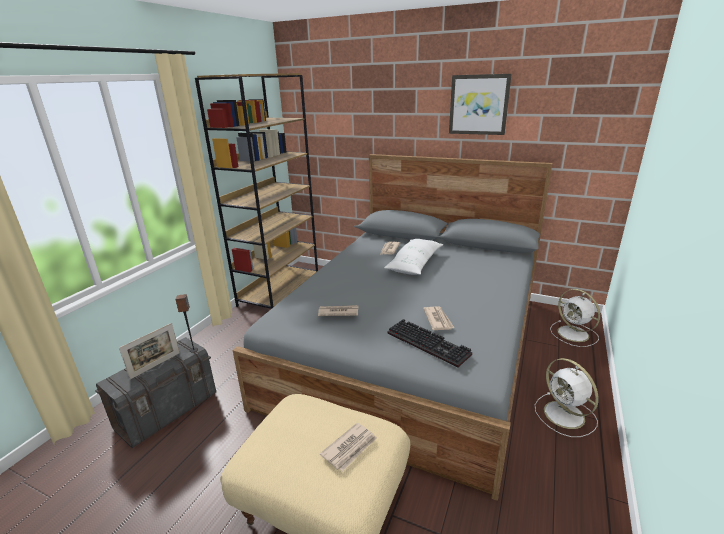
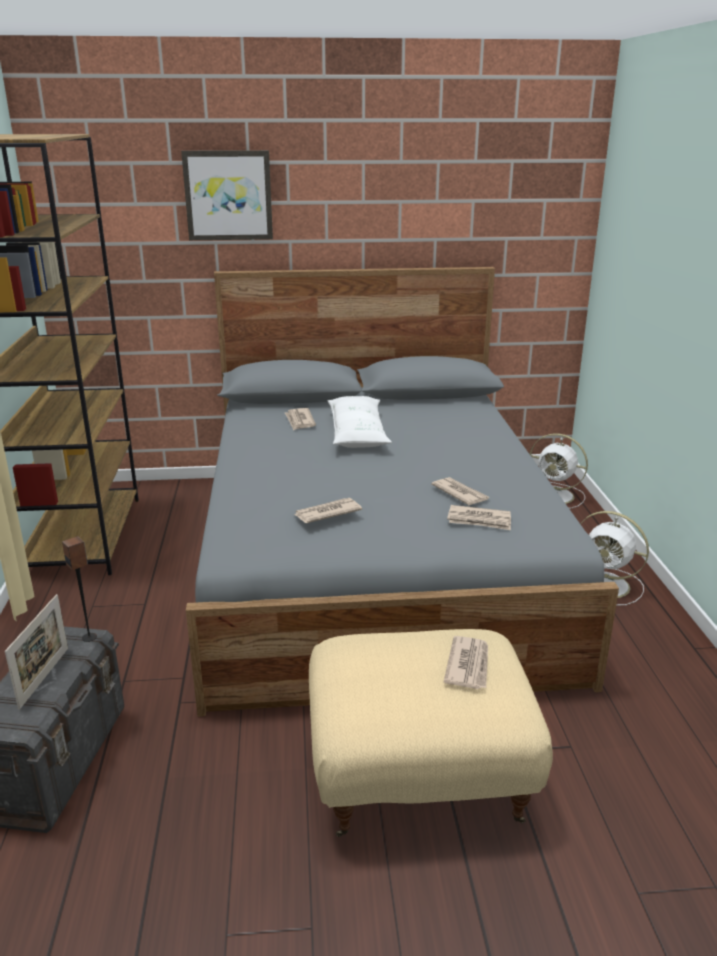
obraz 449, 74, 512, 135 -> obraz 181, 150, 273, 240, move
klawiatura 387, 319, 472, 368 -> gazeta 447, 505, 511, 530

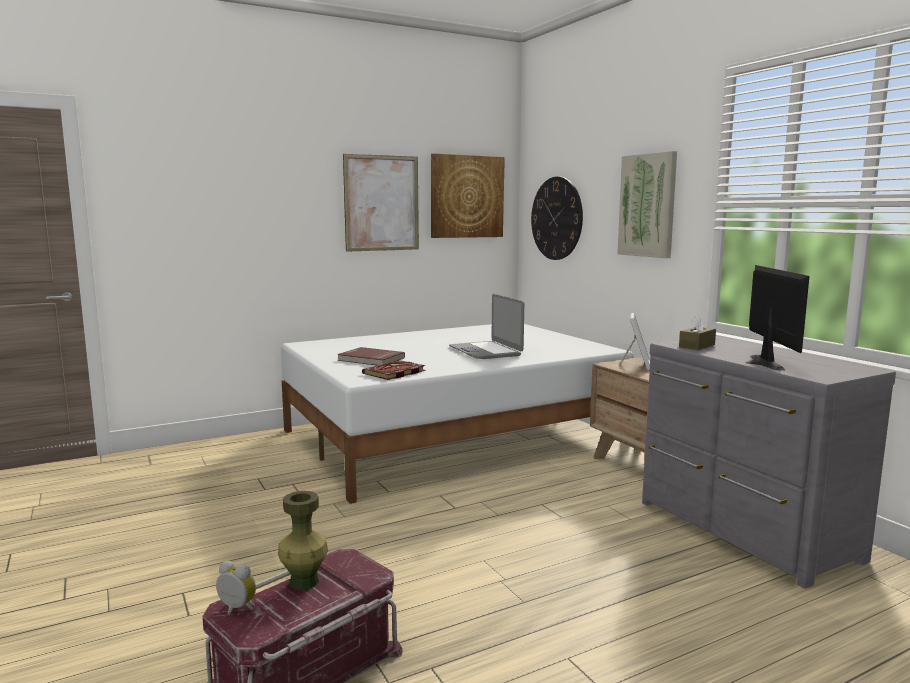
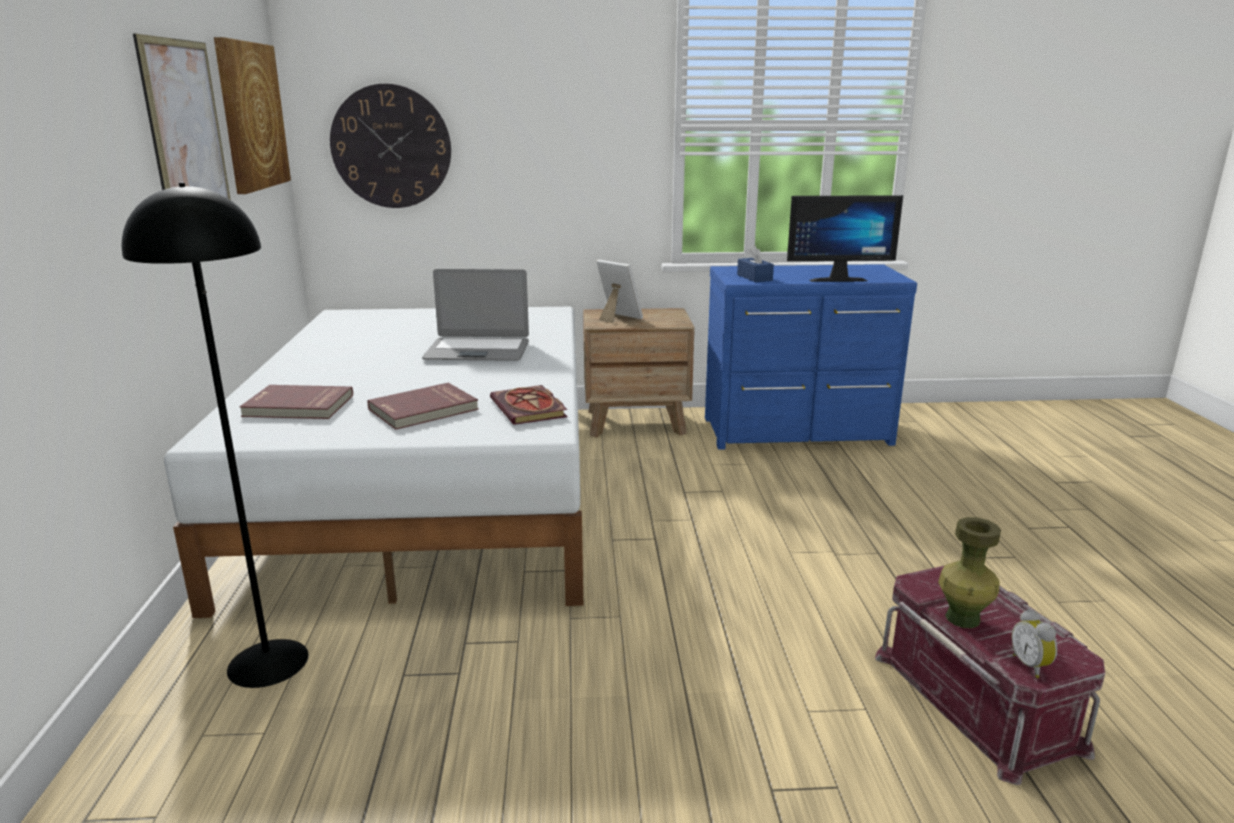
none -> lampa stojąca [czarny] 122, 183, 308, 688
none -> książka [czerwony] 239, 385, 353, 419
komoda [szary] 642, 336, 896, 589 -> komoda [niebieski] 705, 264, 917, 450
pudełko chusteczek [brązowy] 679, 314, 716, 350 -> pudełko chusteczek [niebieski] 737, 245, 774, 282
monitor 745, 265, 810, 370 -> monitor 787, 195, 903, 282, 150 degrees clockwise
budzik 216, 561, 256, 615 -> budzik 1012, 609, 1057, 678, 60 degrees counterclockwise
obraz 617, 151, 677, 258 -> none

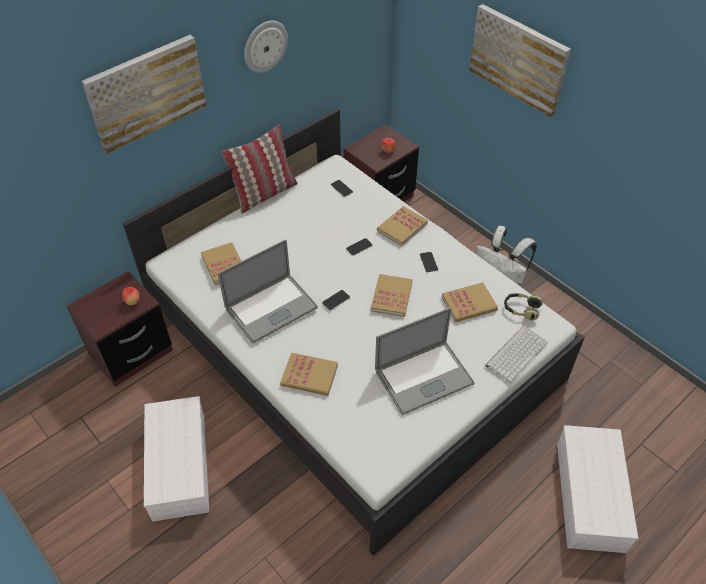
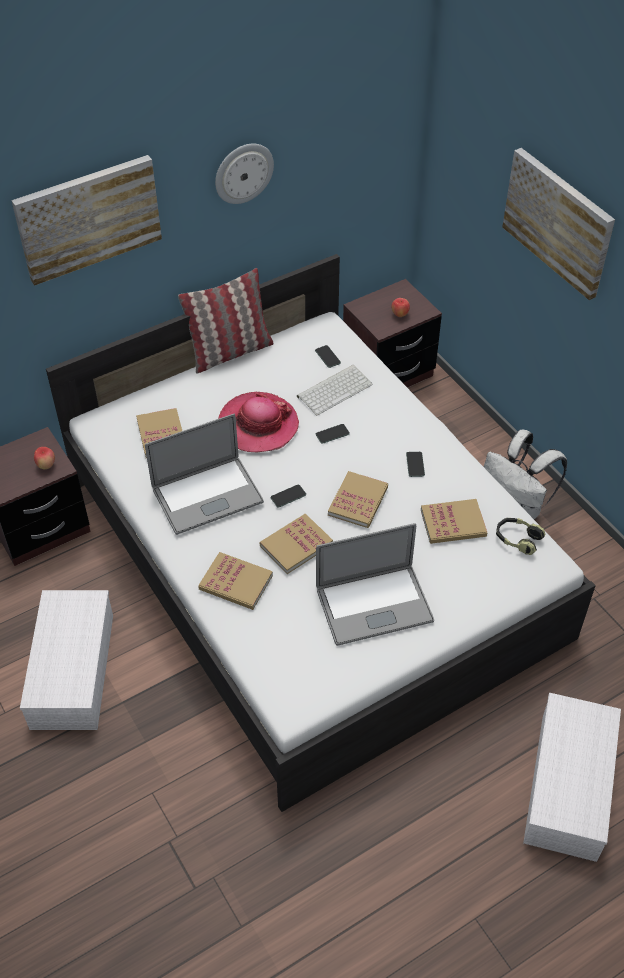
none -> kapelusz 218, 392, 299, 452
książka 377, 206, 428, 246 -> książka 259, 514, 333, 574, move
klawiatura 485, 325, 548, 383 -> klawiatura 297, 365, 373, 415, move

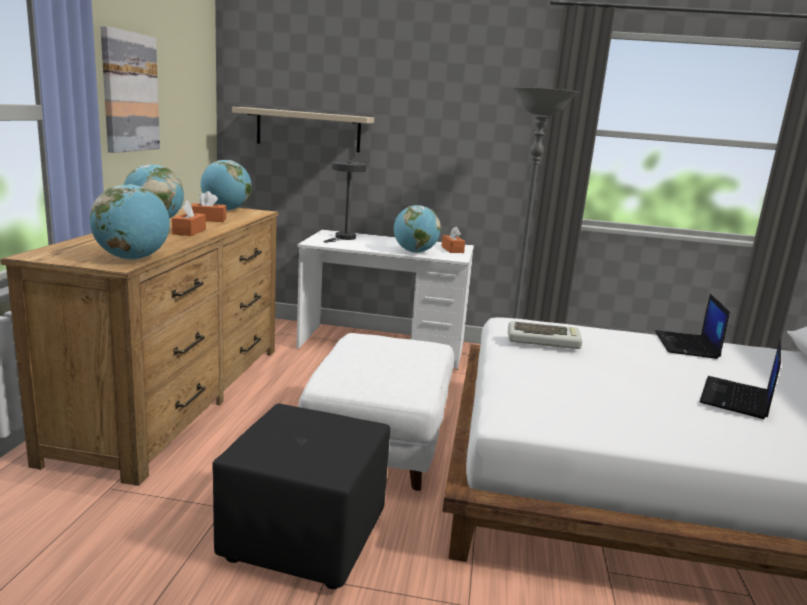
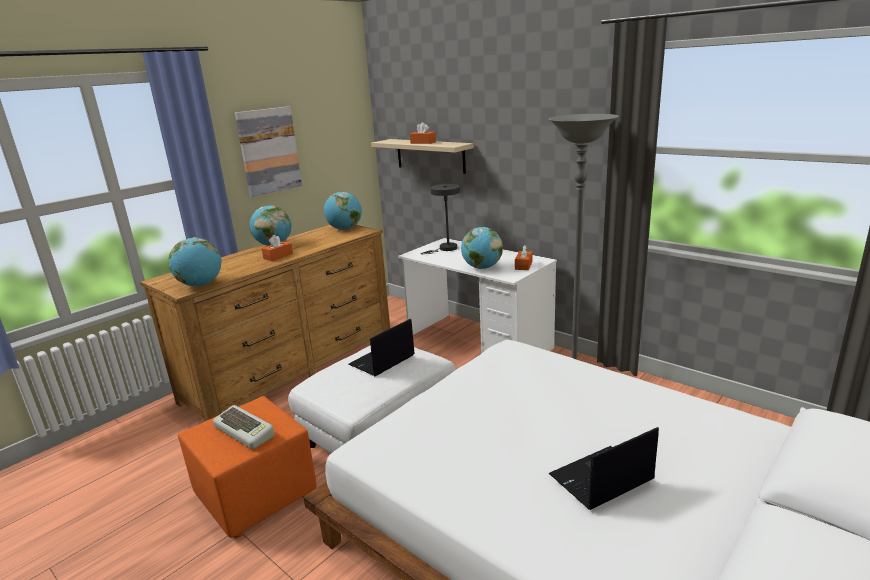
pufa [czarny] 212, 404, 390, 589 -> pufa [pomarańczowy] 178, 396, 317, 538
klawiatura 508, 321, 582, 349 -> klawiatura 213, 405, 274, 449, move
laptop 655, 294, 730, 359 -> laptop 348, 319, 415, 376, move
pudełko chusteczek [pomarańczowy] 191, 191, 226, 222 -> pudełko chusteczek [pomarańczowy] 410, 123, 436, 144, move

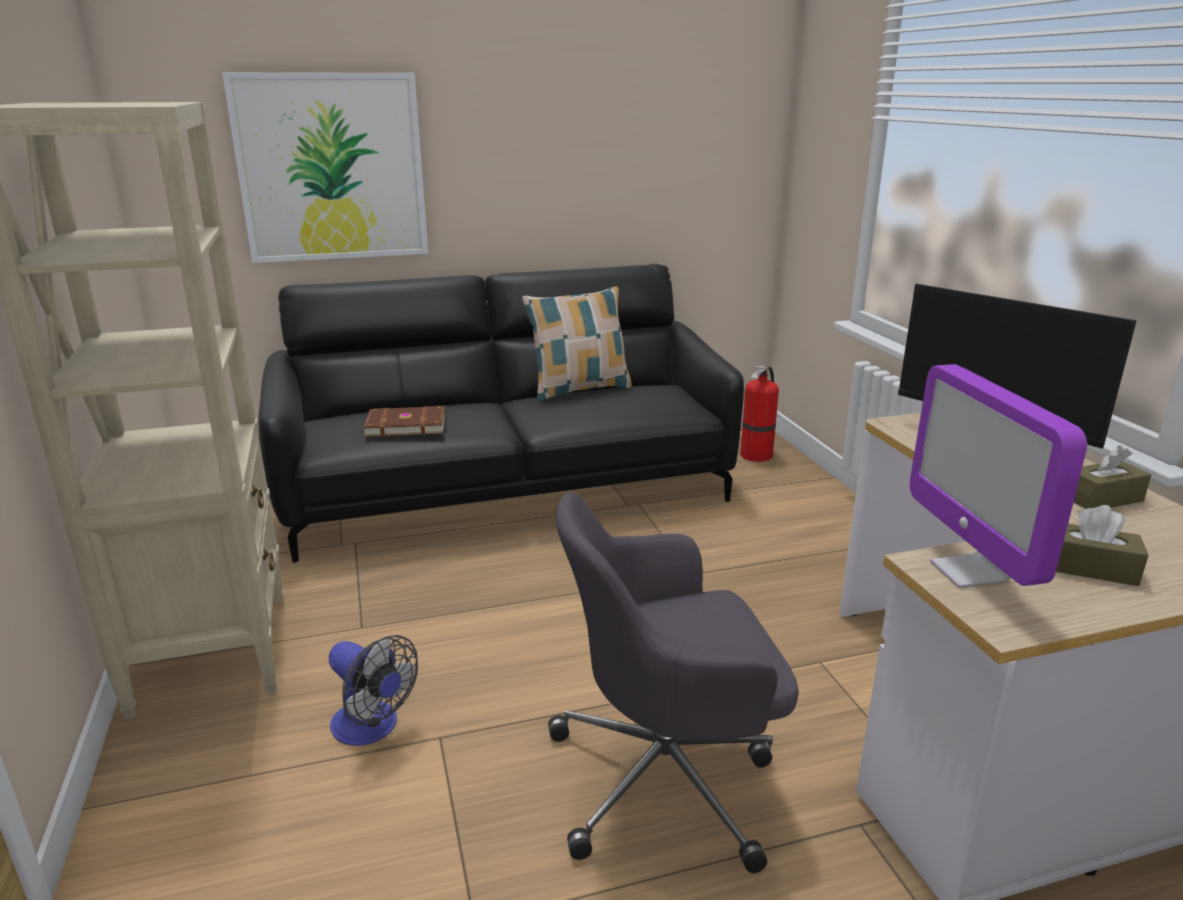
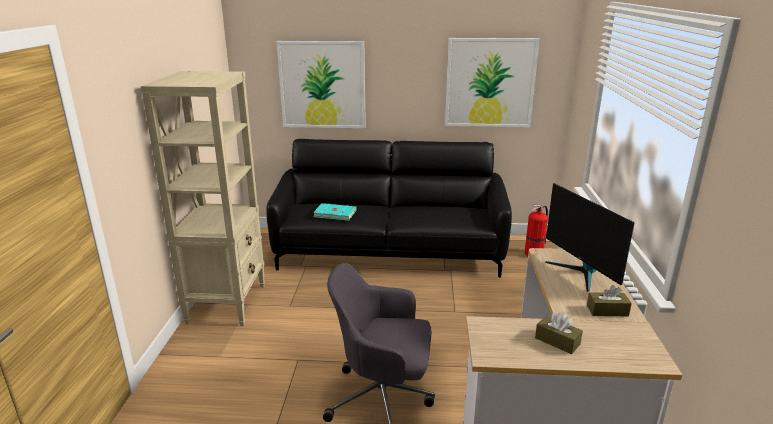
książka [brązowy] 363, 406, 446, 437 -> książka [turkusowy] 313, 203, 357, 221
none -> obraz 445, 38, 540, 127
wentylator 329, 635, 418, 746 -> none
poduszka 522, 287, 632, 402 -> none
monitor 910, 364, 1087, 588 -> none

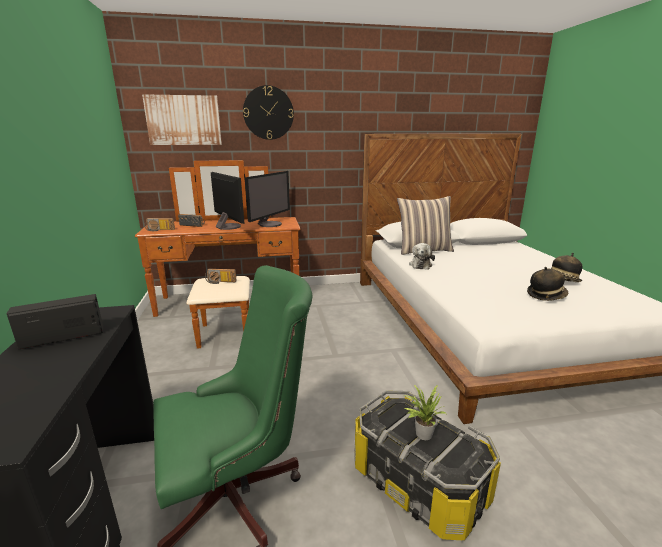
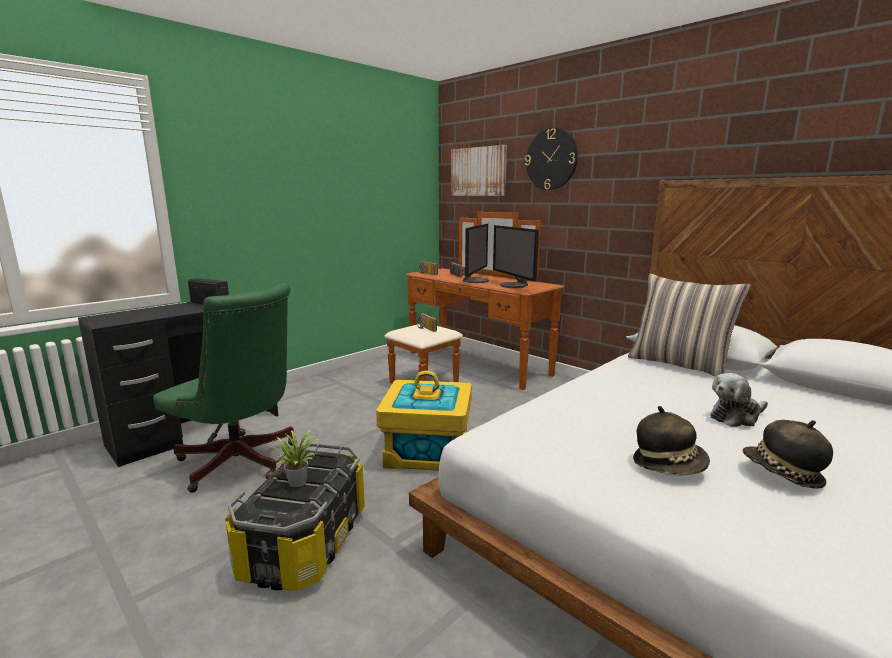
none -> pojemnik do przechowywania [żółty] 376, 371, 472, 471
monitor 245, 171, 290, 227 -> monitor 493, 225, 539, 288, 75 degrees clockwise
pluszak 409, 243, 435, 270 -> pluszak 710, 373, 768, 427, move

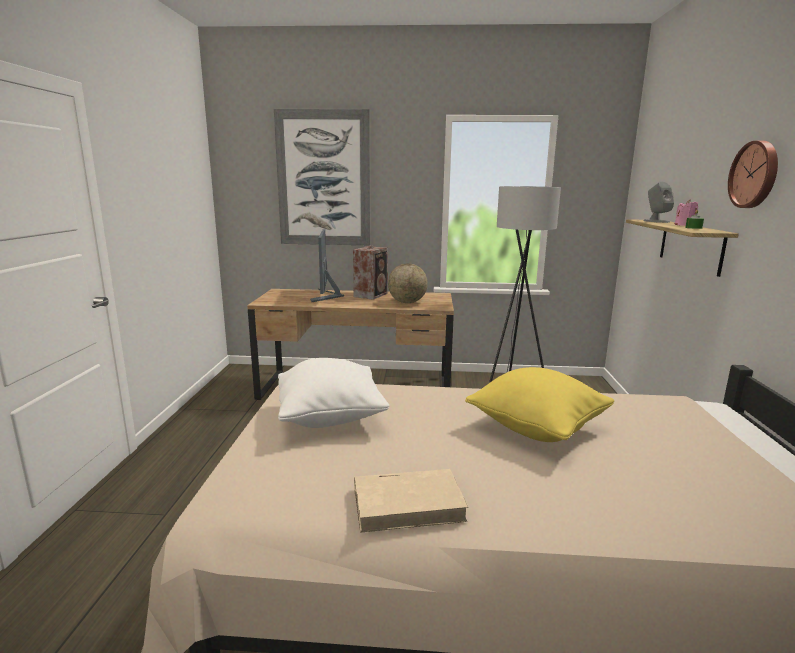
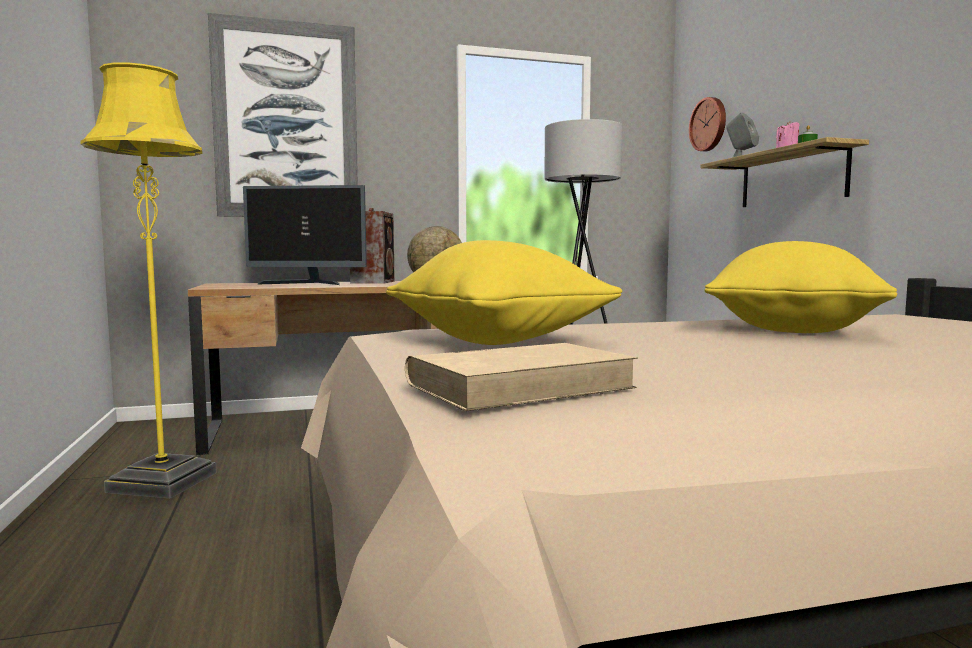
none -> lampa stojąca [żółty] 80, 62, 217, 498
monitor 310, 229, 344, 302 -> monitor 243, 185, 367, 285, 60 degrees counterclockwise
poduszka [biały] 278, 358, 389, 428 -> poduszka [żółty] 386, 240, 622, 345
książka [beżowy] 354, 469, 468, 533 -> książka [beżowy] 405, 343, 637, 411, move
zegar ścienny 728, 141, 778, 208 -> zegar ścienny 689, 97, 726, 151, move

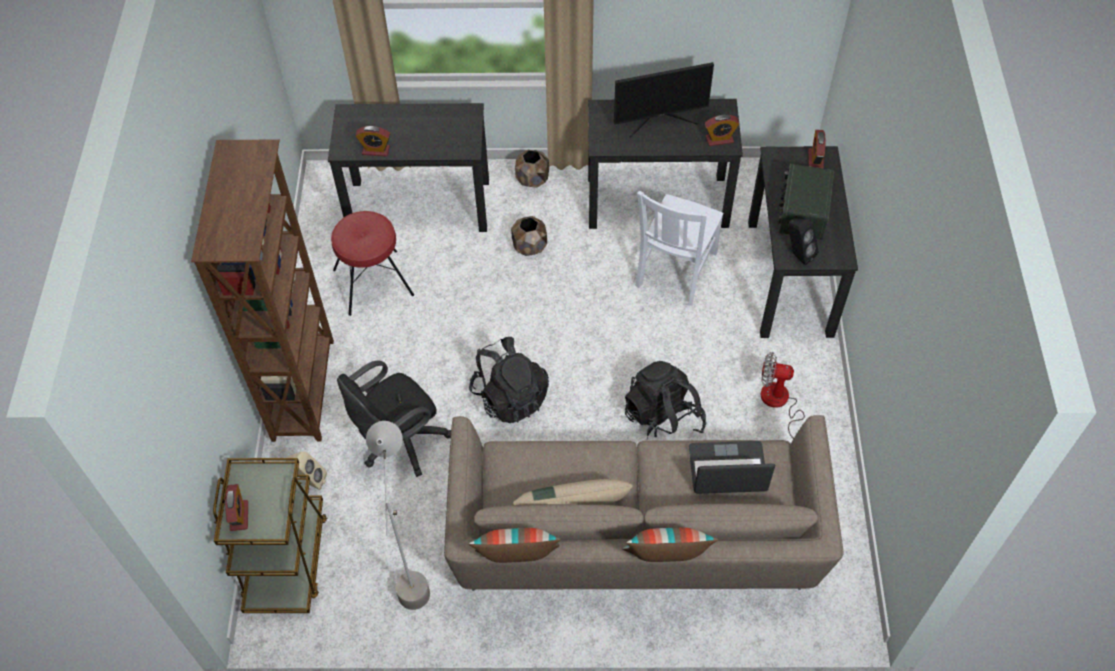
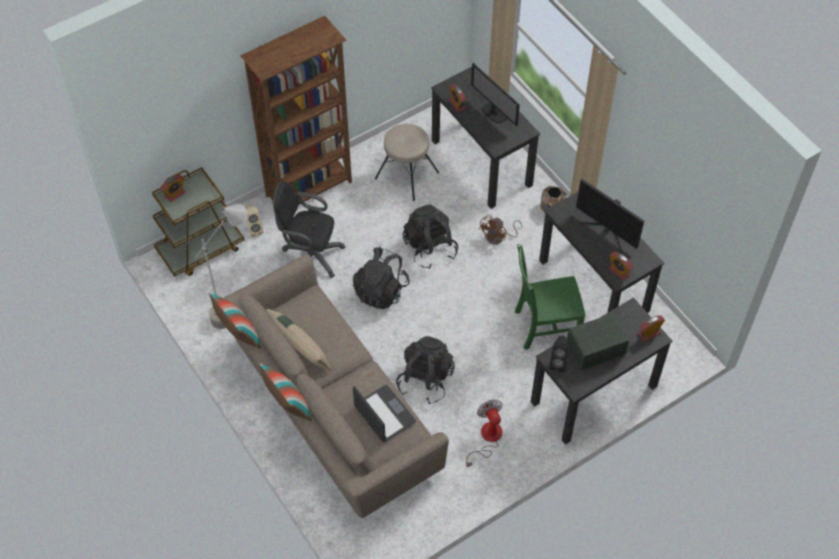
stołek [czerwony] 331, 211, 414, 316 -> stołek [beżowy] 375, 124, 439, 201
none -> plecak [czarny] 403, 205, 458, 269
none -> monitor 471, 63, 520, 126
donica [brązowy] 511, 216, 547, 256 -> wentylator [brązowy] 479, 215, 522, 244
krzesło [biały] 635, 191, 723, 306 -> krzesło [zielony] 515, 244, 586, 350

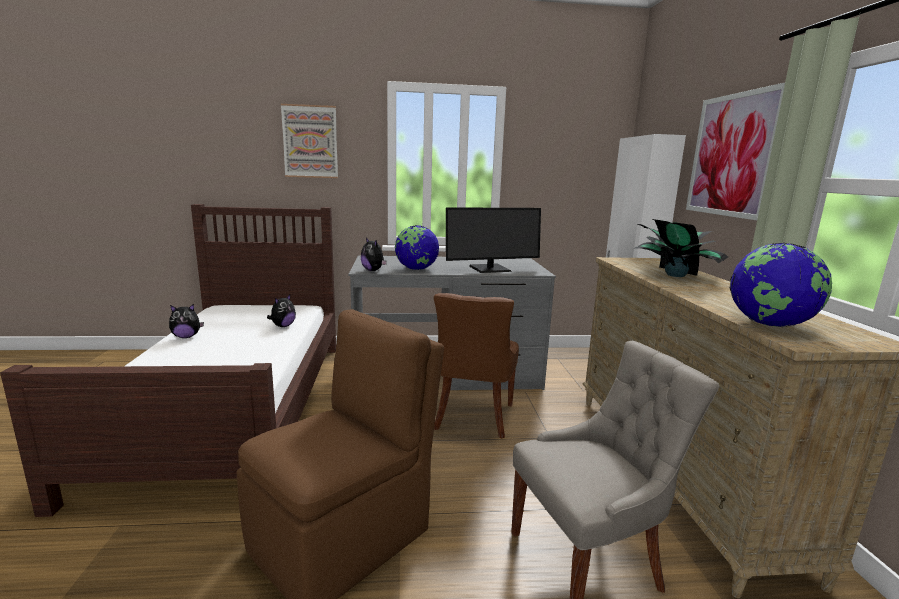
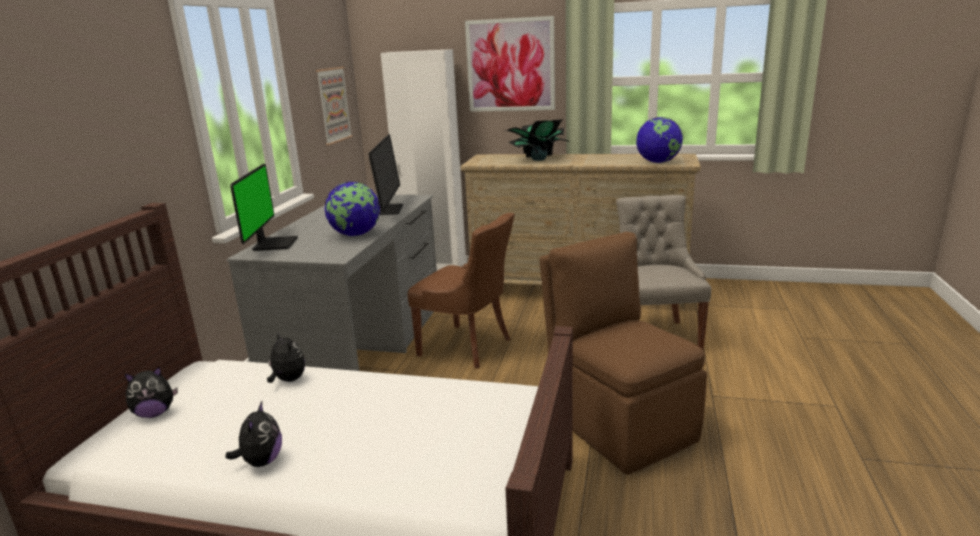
pluszak 361, 238, 387, 271 -> pluszak 124, 367, 178, 418, move
none -> monitor 230, 164, 298, 251
obraz 281, 104, 338, 178 -> obraz 316, 67, 353, 145, move

